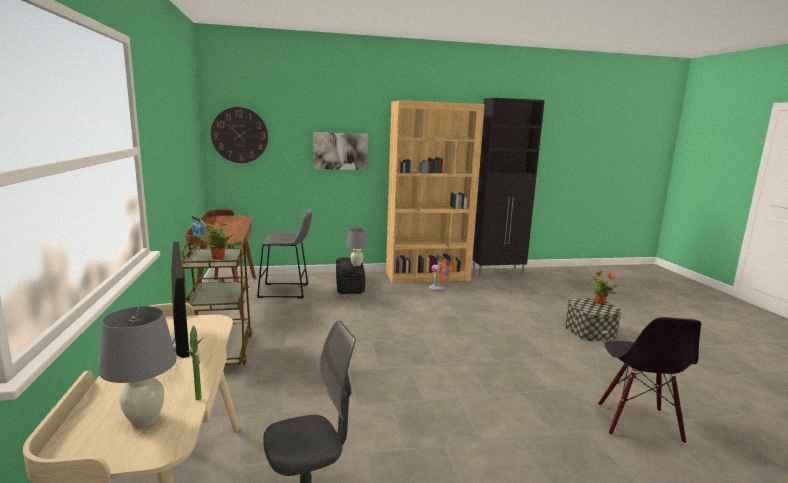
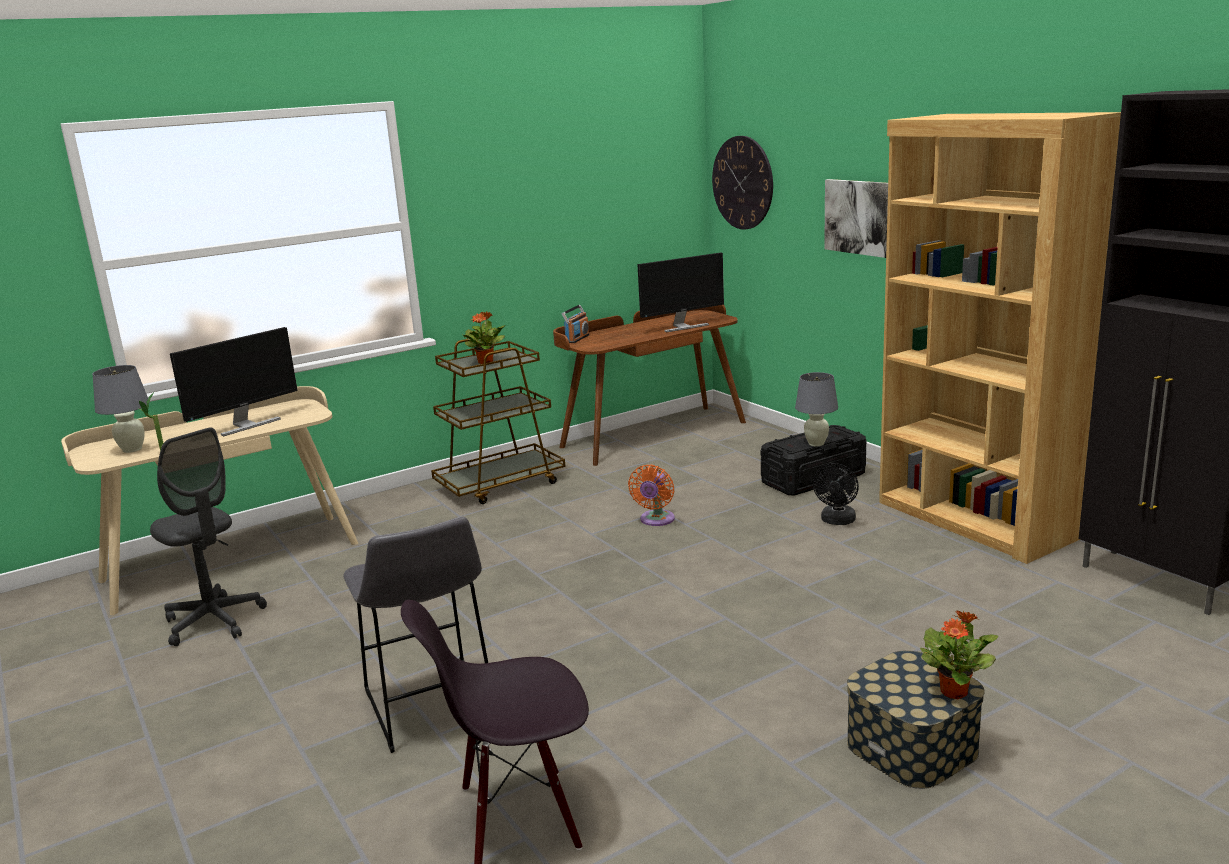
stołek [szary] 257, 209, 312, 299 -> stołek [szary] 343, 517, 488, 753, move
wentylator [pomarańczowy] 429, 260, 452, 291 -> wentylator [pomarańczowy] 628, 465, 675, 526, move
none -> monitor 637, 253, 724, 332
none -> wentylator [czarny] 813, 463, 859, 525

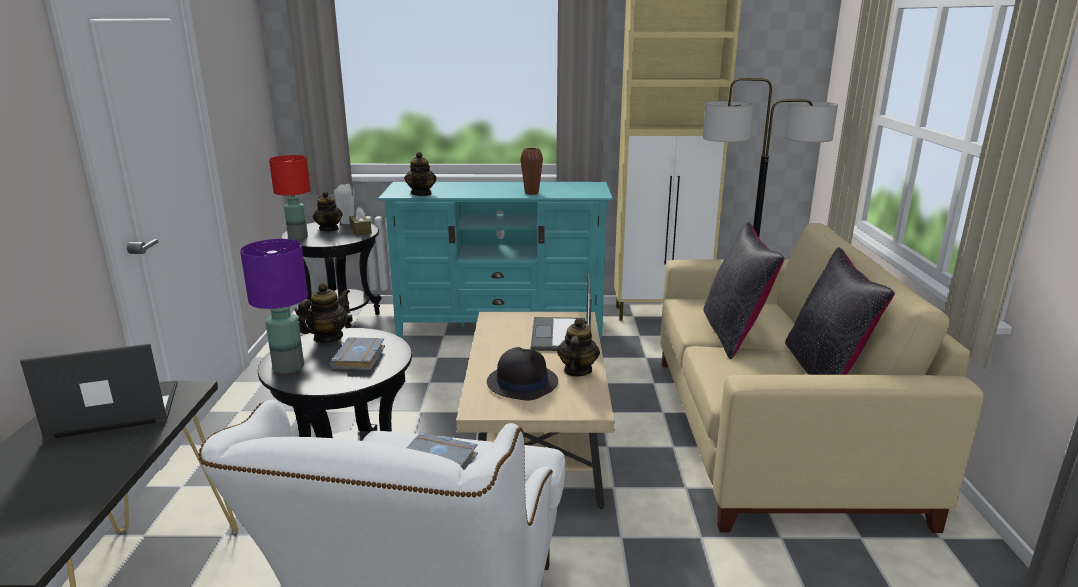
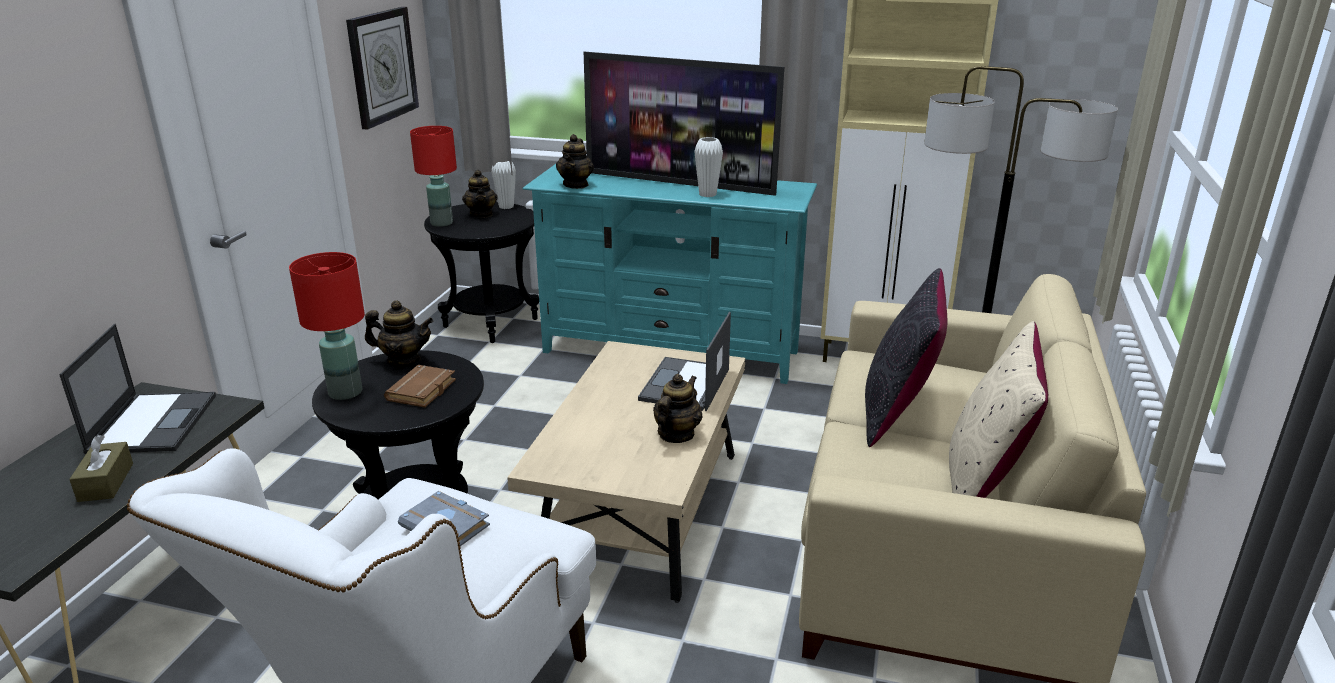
laptop 20, 344, 178, 442 -> laptop 59, 324, 216, 454, 90 degrees clockwise
pudełko chusteczek [brązowy] 349, 207, 372, 235 -> pudełko chusteczek [brązowy] 69, 435, 133, 502, move
lampa stołowa [fioletowy] 240, 239, 308, 374 -> lampa stołowa [czerwony] 289, 252, 365, 400
none -> zegar ścienny 346, 7, 419, 130
imbryk 298, 283, 350, 343 -> imbryk 365, 300, 434, 367, 45 degrees clockwise
książka [szary] 329, 337, 385, 370 -> książka [brązowy] 384, 365, 456, 408
none -> telewizor 584, 52, 784, 196
wazon [brązowy] 520, 148, 543, 195 -> wazon [biały] 694, 137, 723, 197
poduszka [czarny] 785, 247, 895, 375 -> poduszka [beżowy] 949, 321, 1048, 498
kapelusz [czarny] 487, 347, 558, 401 -> none

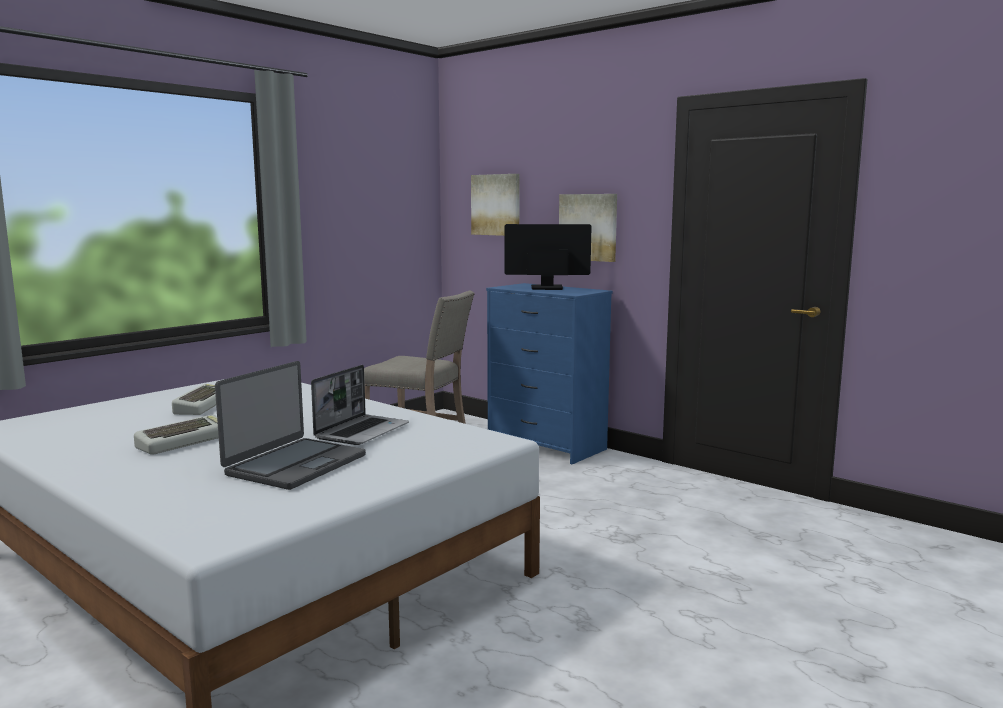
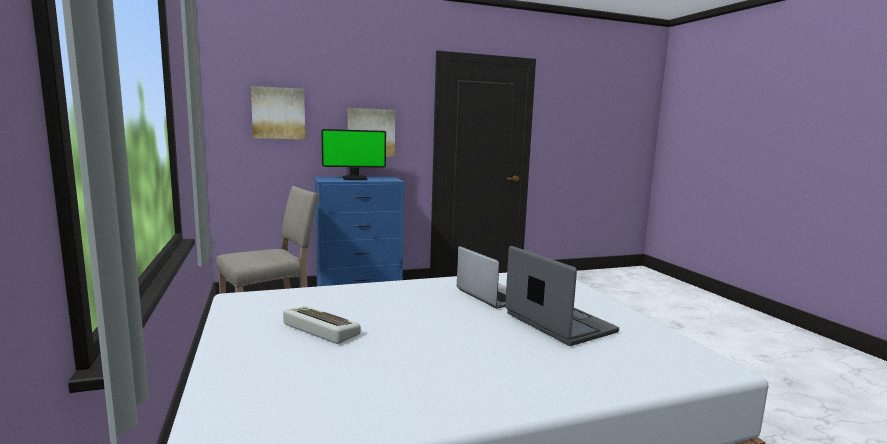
monitor 504, 224, 592, 290 -> monitor 321, 129, 386, 180, 135 degrees counterclockwise
klawiatura 134, 415, 219, 455 -> none

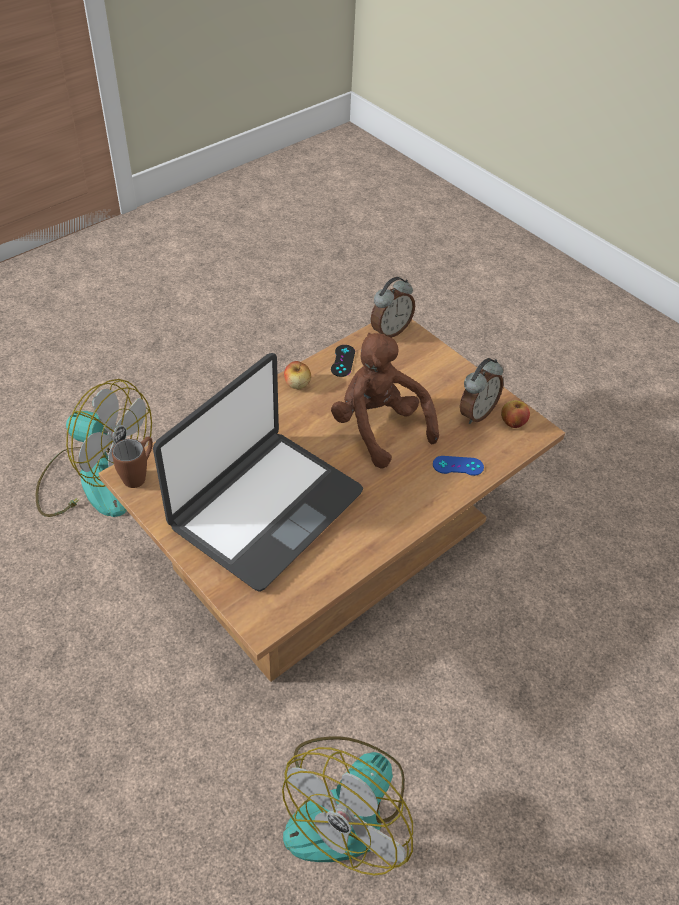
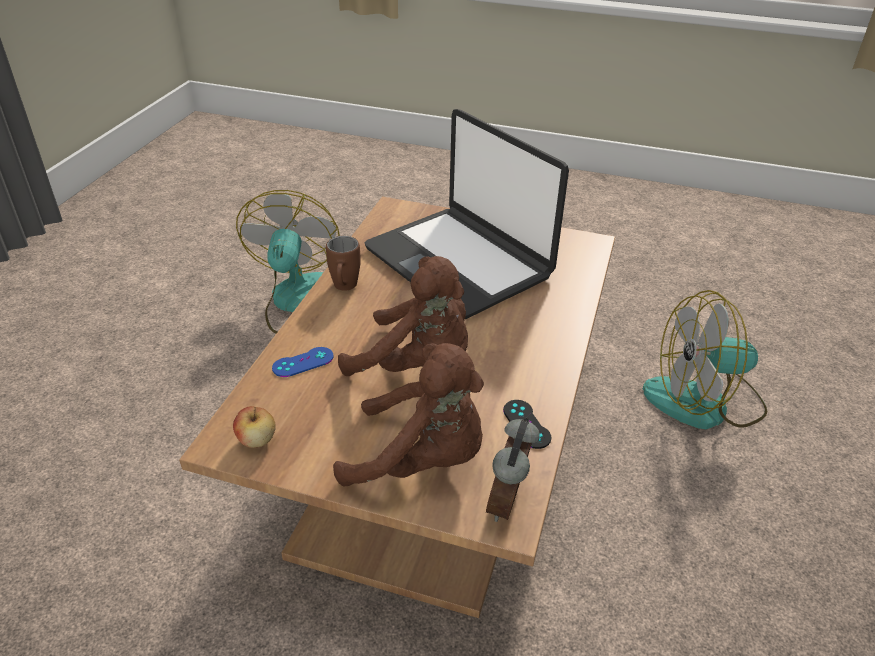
kubek [brązowy] 112, 436, 153, 488 -> kubek [brązowy] 326, 236, 361, 291, move
none -> pluszak [brązowy] 333, 343, 484, 486
laptop 153, 353, 363, 592 -> laptop 364, 109, 569, 319, 45 degrees counterclockwise
jabłko 284, 361, 311, 389 -> none
budzik 460, 358, 503, 424 -> none

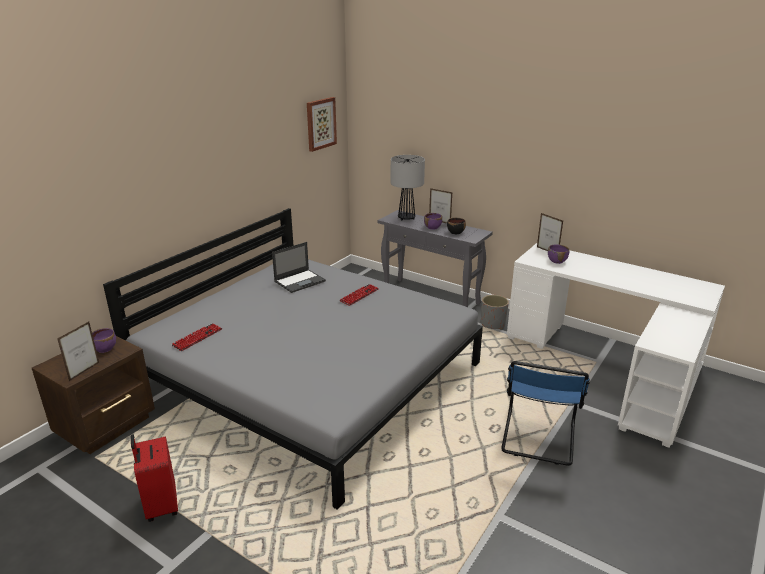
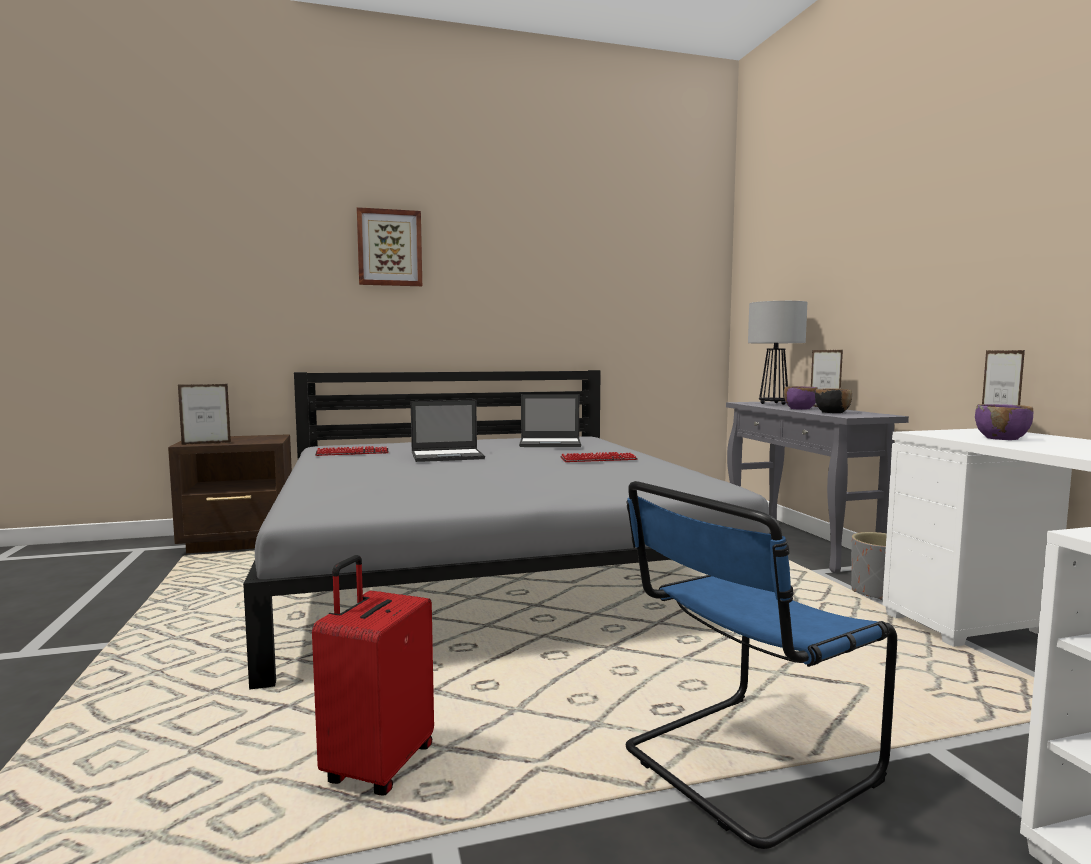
walizka [czerwony] 131, 435, 178, 522 -> walizka [czerwony] 312, 555, 434, 796, move
obraz 307, 97, 337, 152 -> obraz 357, 207, 422, 286, move
none -> laptop 411, 400, 485, 462
miska [fioletowy] 92, 328, 116, 353 -> none

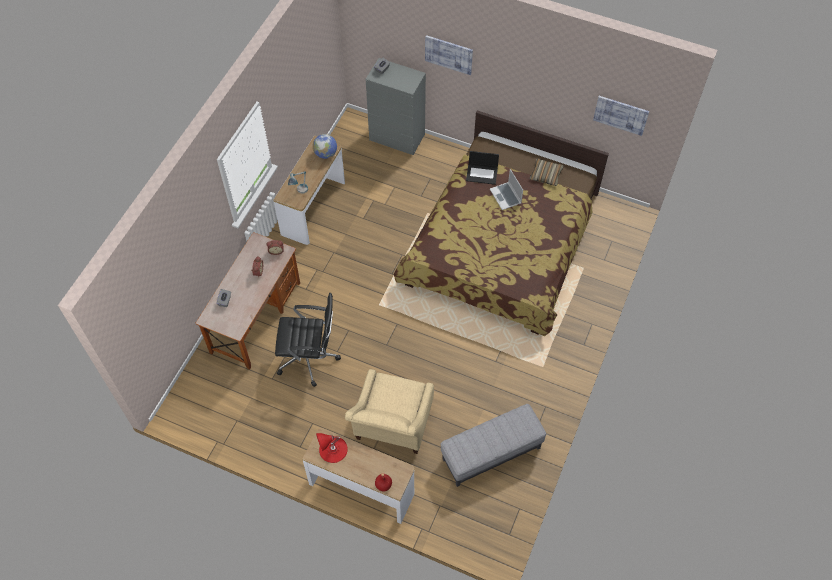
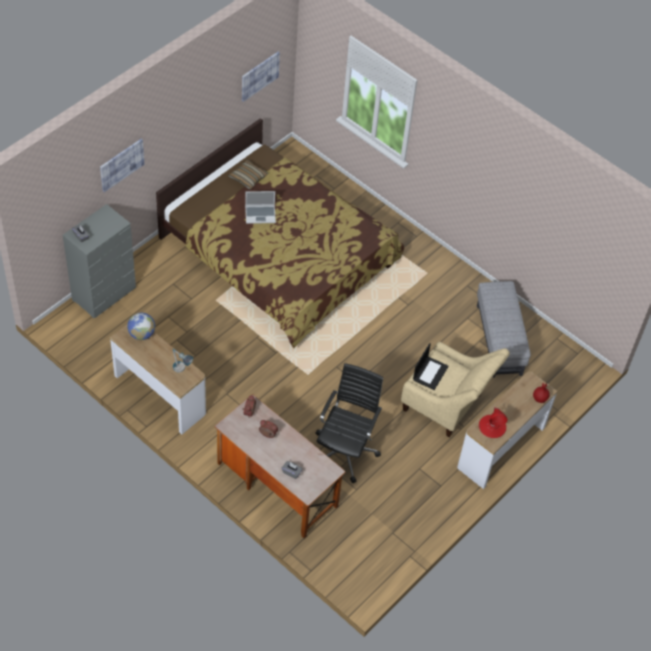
laptop 466, 151, 499, 185 -> laptop 413, 343, 448, 390, move

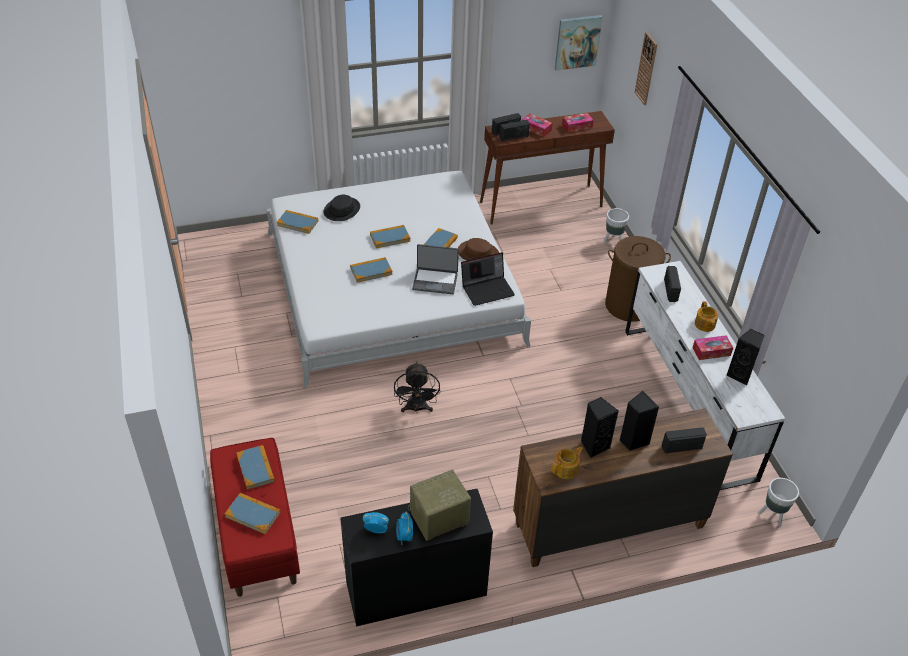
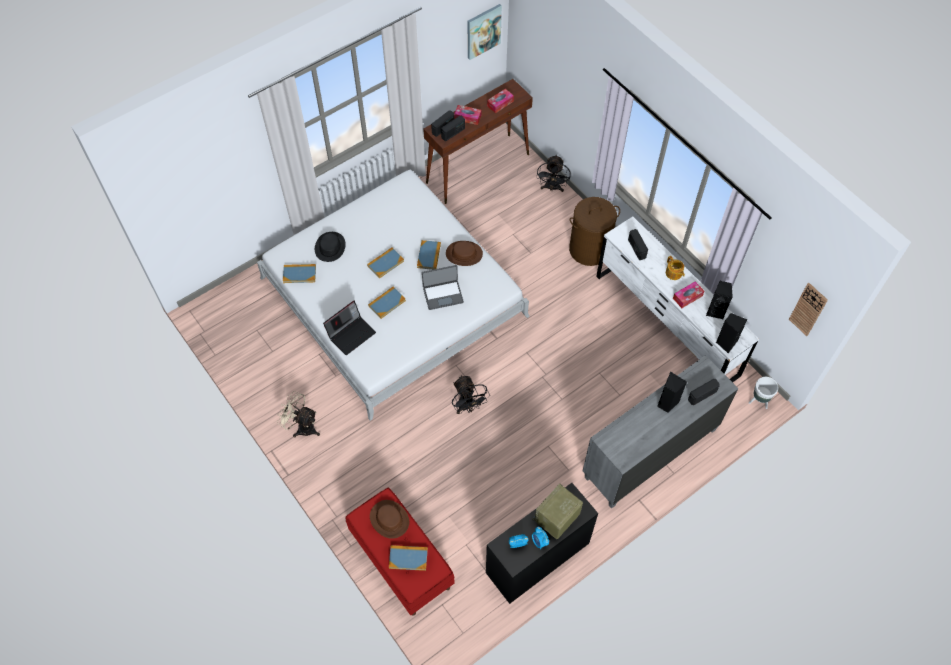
none -> wentylator [beżowy] 277, 391, 320, 437
laptop 461, 252, 515, 306 -> laptop 323, 301, 376, 355, move
książka 236, 445, 275, 490 -> kapelusz [brązowy] 370, 500, 409, 539
donica [biały] 603, 208, 629, 243 -> wentylator [czarny] 537, 155, 571, 192
komoda [brązowy] 513, 408, 733, 567 -> komoda [szary] 583, 355, 738, 509
głośnik [czarny] 581, 397, 619, 458 -> głośnik [czarny] 716, 313, 747, 354, move
zegar ścienny 635, 32, 657, 105 -> zegar ścienny 789, 283, 828, 336, move
imbryk 552, 447, 583, 479 -> none

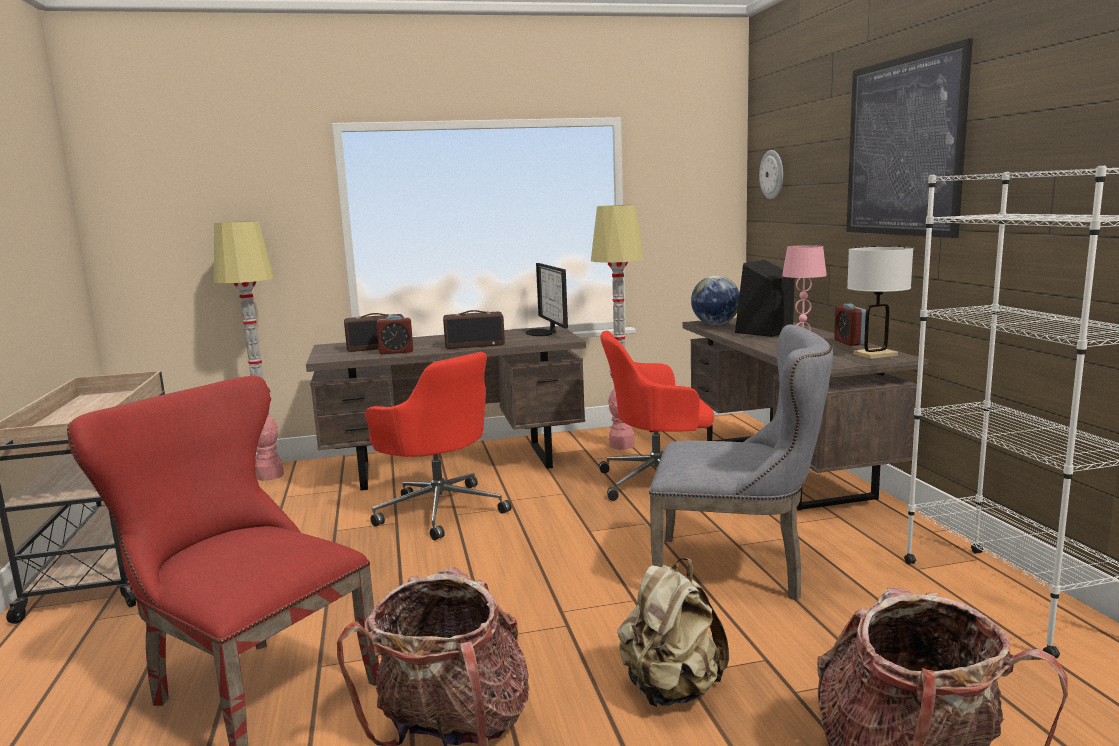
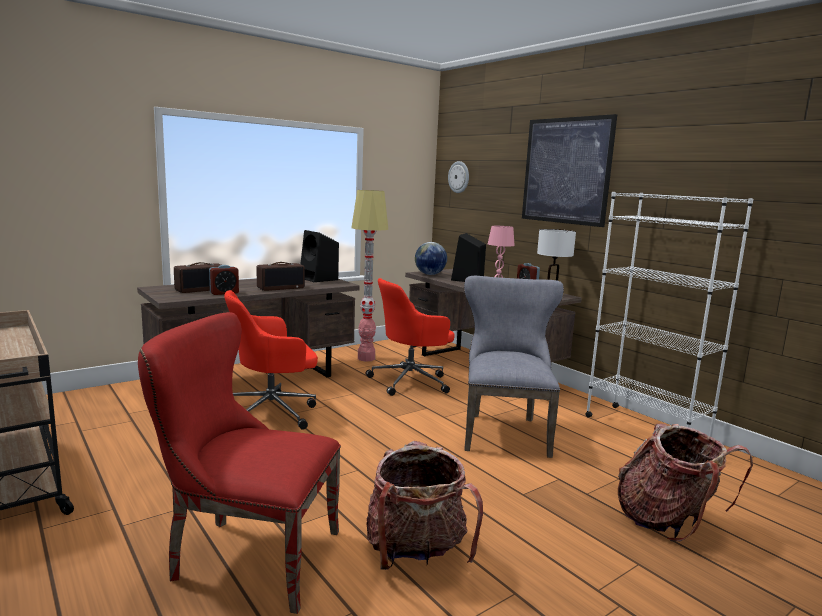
krzesło biurowe [czerwony] 365, 352, 511, 540 -> krzesło biurowe [czerwony] 224, 290, 318, 430, 135 degrees clockwise
monitor 526, 263, 568, 336 -> głośnik [czarny] 301, 230, 339, 282
krzesło [szary] 649, 325, 833, 601 -> krzesło [szary] 464, 276, 564, 458, 75 degrees counterclockwise
lampa stojąca 214, 221, 284, 481 -> none
plecak [beżowy] 618, 558, 729, 707 -> none

